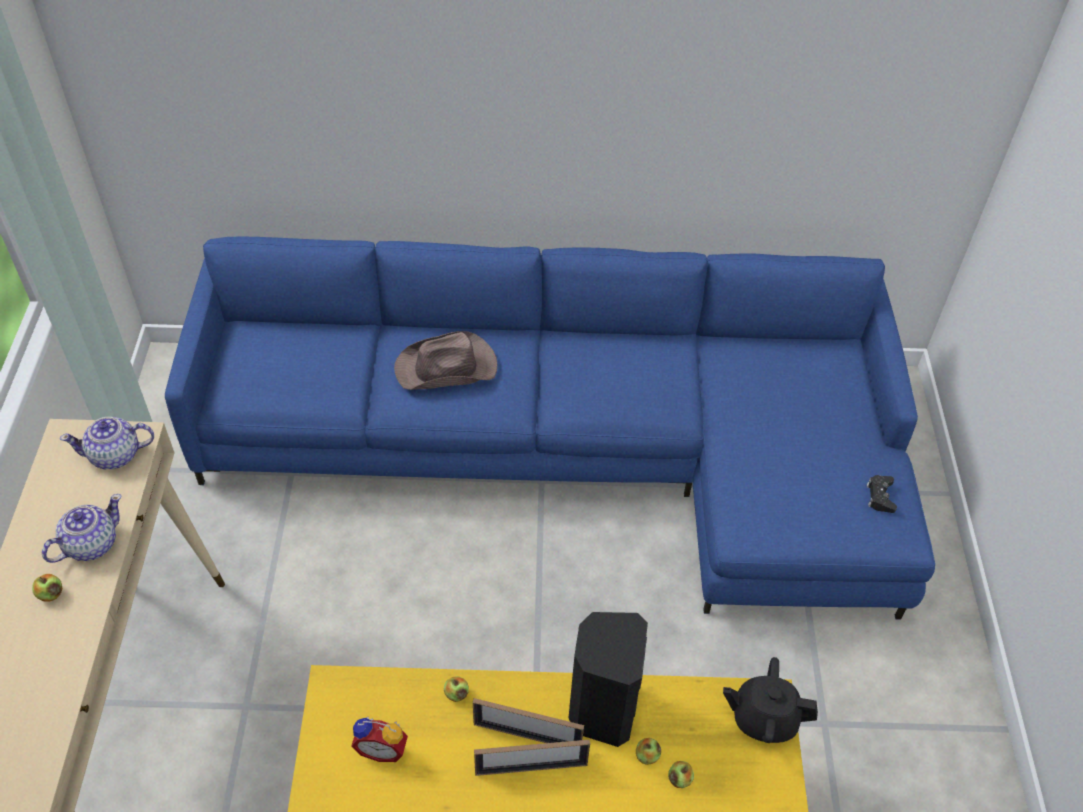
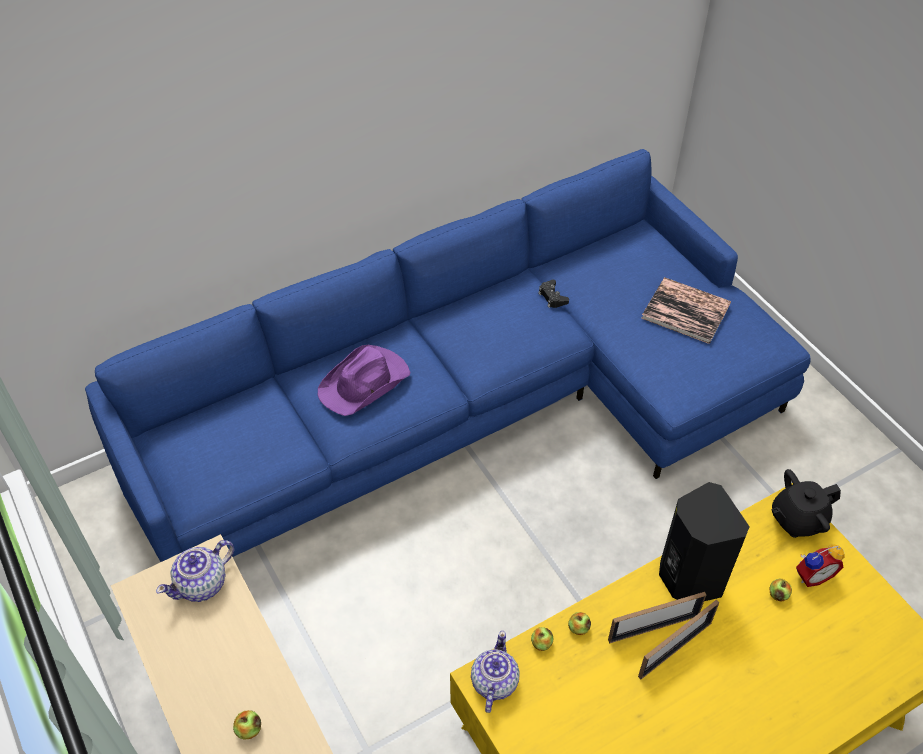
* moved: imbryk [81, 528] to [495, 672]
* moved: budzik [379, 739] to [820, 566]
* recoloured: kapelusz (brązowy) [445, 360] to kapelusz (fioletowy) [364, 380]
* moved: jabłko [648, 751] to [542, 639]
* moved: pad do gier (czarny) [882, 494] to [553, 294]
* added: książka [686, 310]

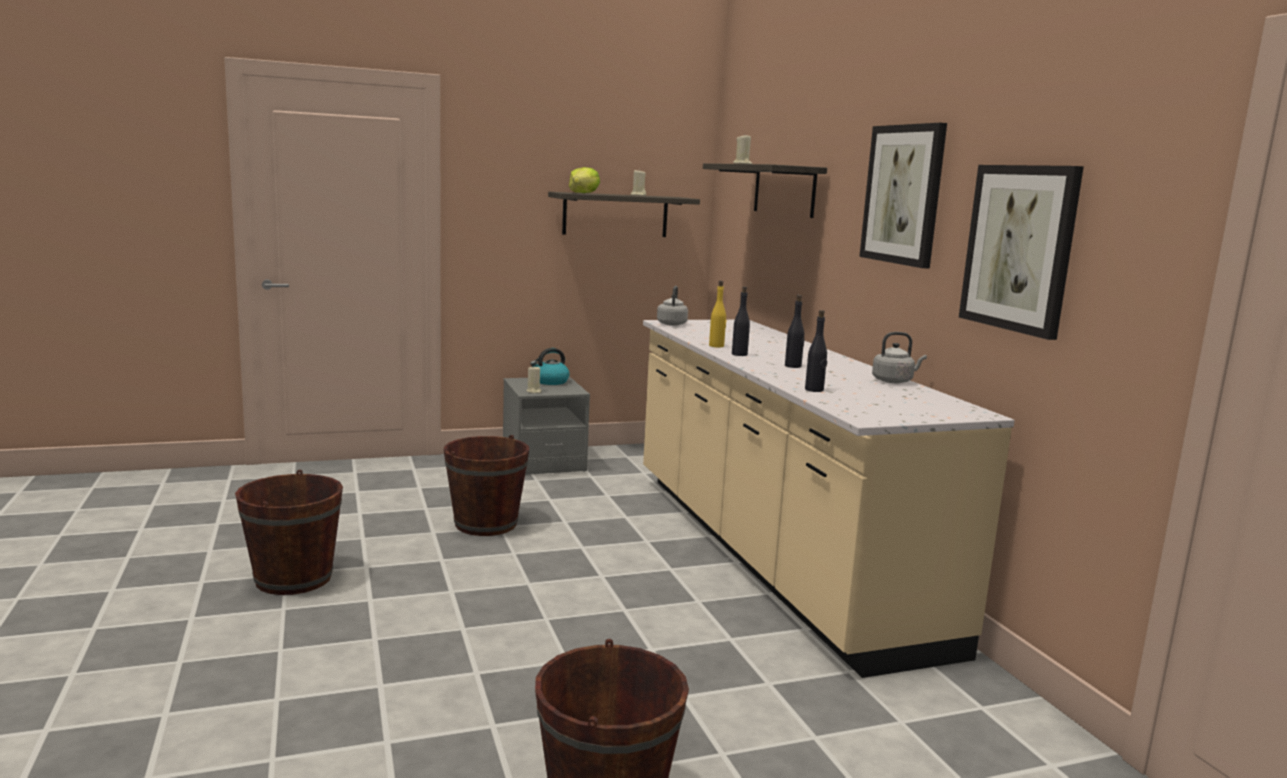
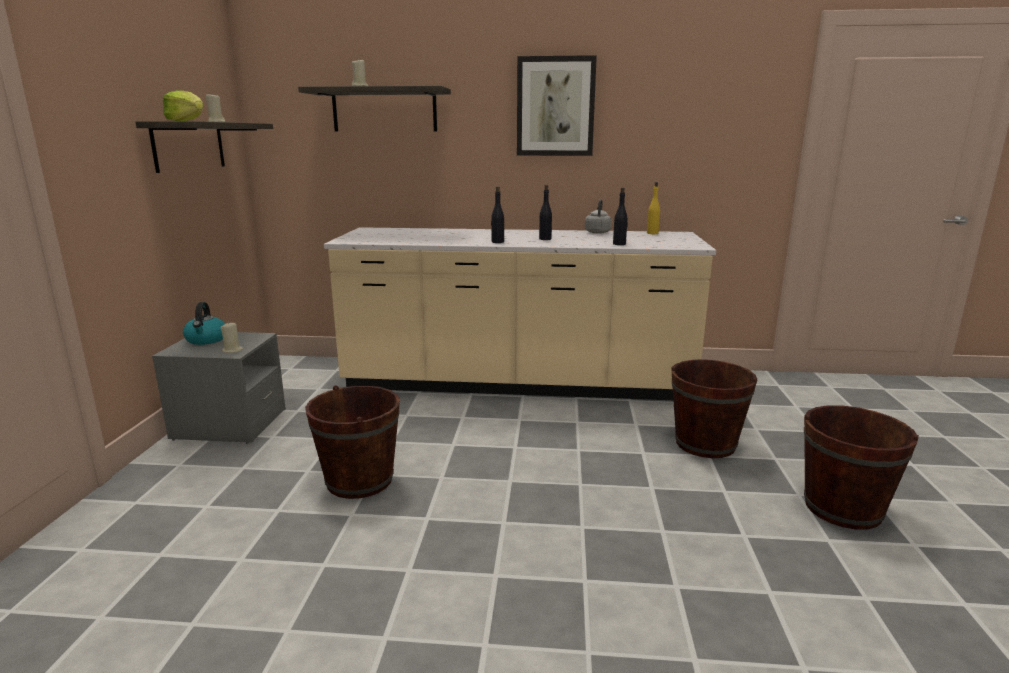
* moved: wiadro (brązowy) [289, 532] to [714, 408]
* removed: czajnik (szary) [672, 306]
* moved: butelka (żółty) [718, 314] to [653, 208]
* removed: obraz [1021, 252]

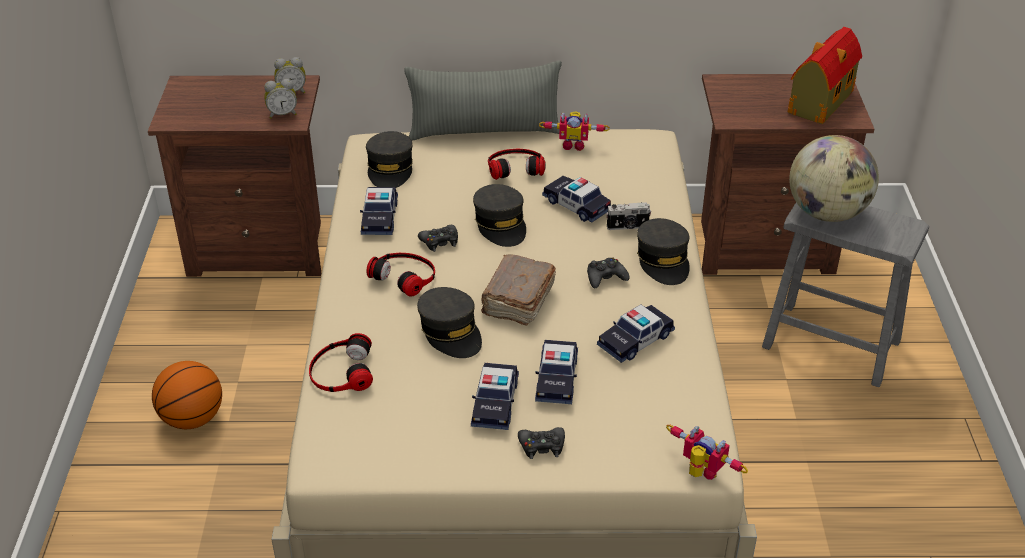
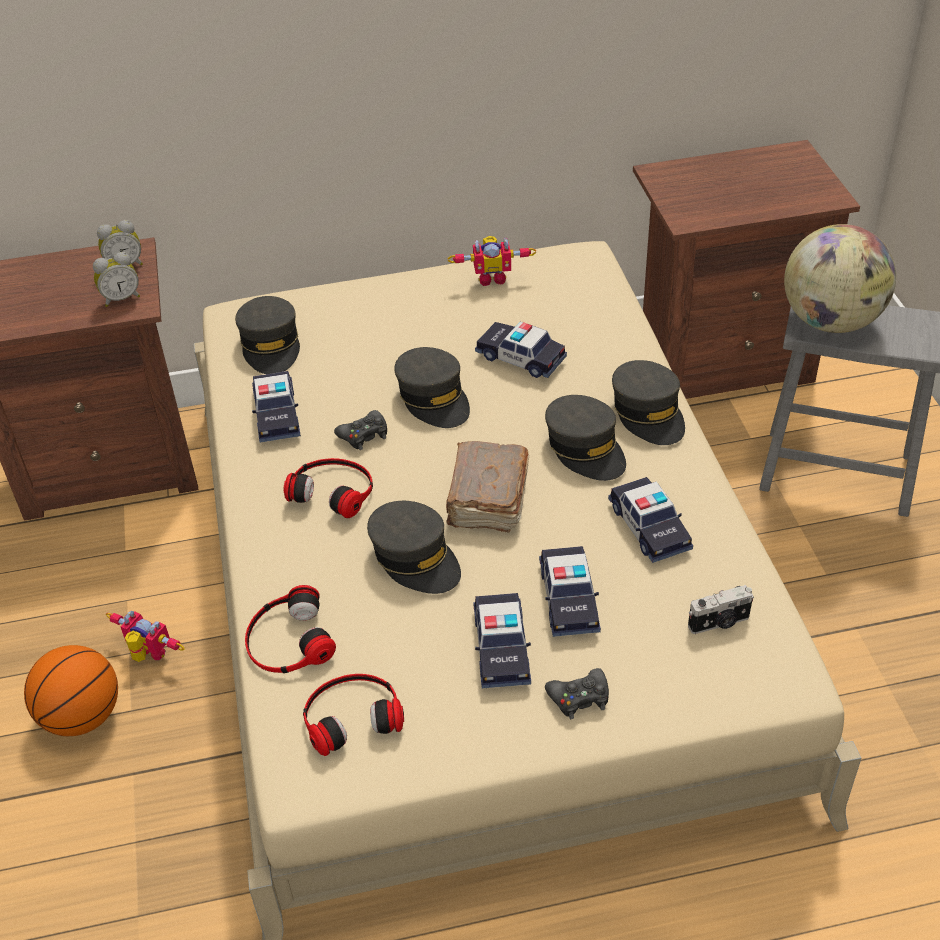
* removed: poduszka (szary) [483, 100]
* moved: słuchawki [517, 164] to [353, 715]
* replaced: pad do gier (czarny) [608, 272] to czapka z daszkiem (szary) [585, 438]
* turned: samochodzik [636, 333] = [650, 520] 60 degrees counterclockwise
* moved: aparat fotograficzny [628, 216] to [721, 609]
* moved: robot zabawkowy [707, 452] to [145, 636]
* removed: domek [825, 75]

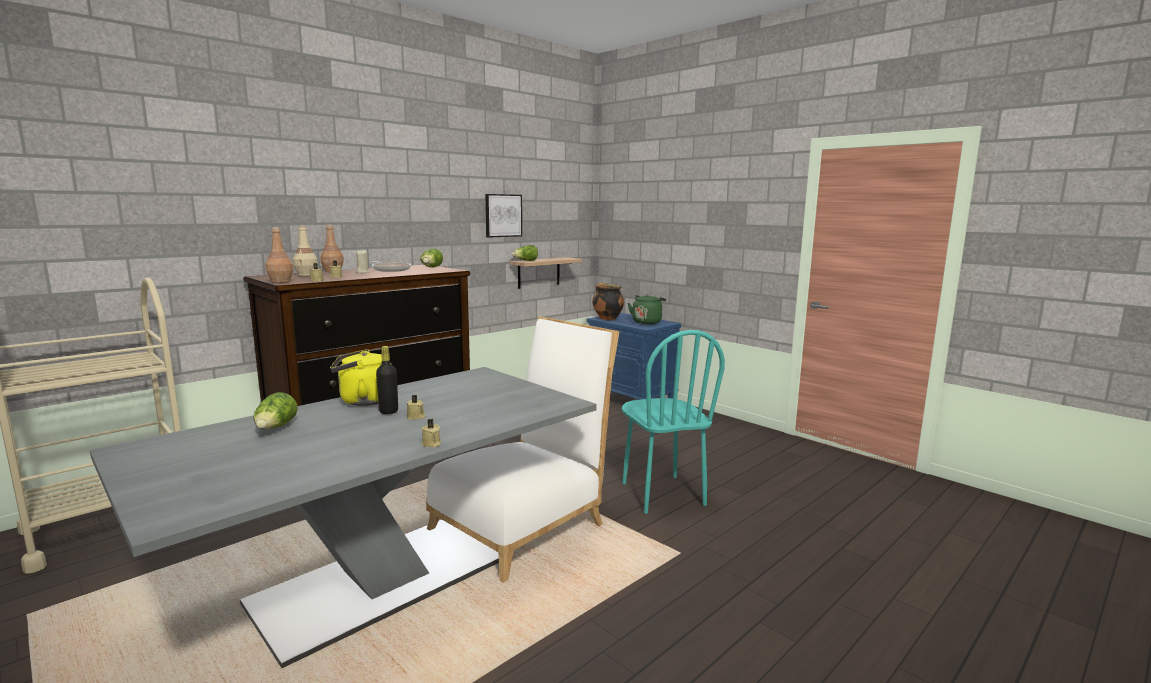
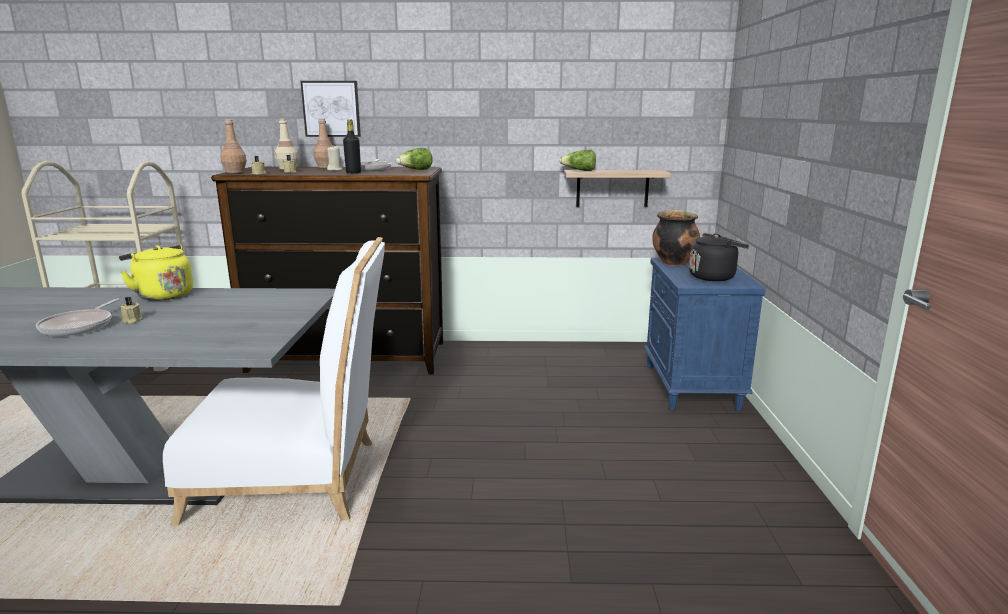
* removed: sałata [275, 410]
* moved: butelka (czarny) [387, 380] to [352, 147]
* removed: świeca (beżowy) [431, 433]
* moved: obraz [503, 216] to [330, 109]
* removed: krzesło (turkusowy) [673, 422]
* recoloured: czajnik (zielony) [647, 309] to czajnik (czarny) [719, 257]
* added: patelnia [78, 317]

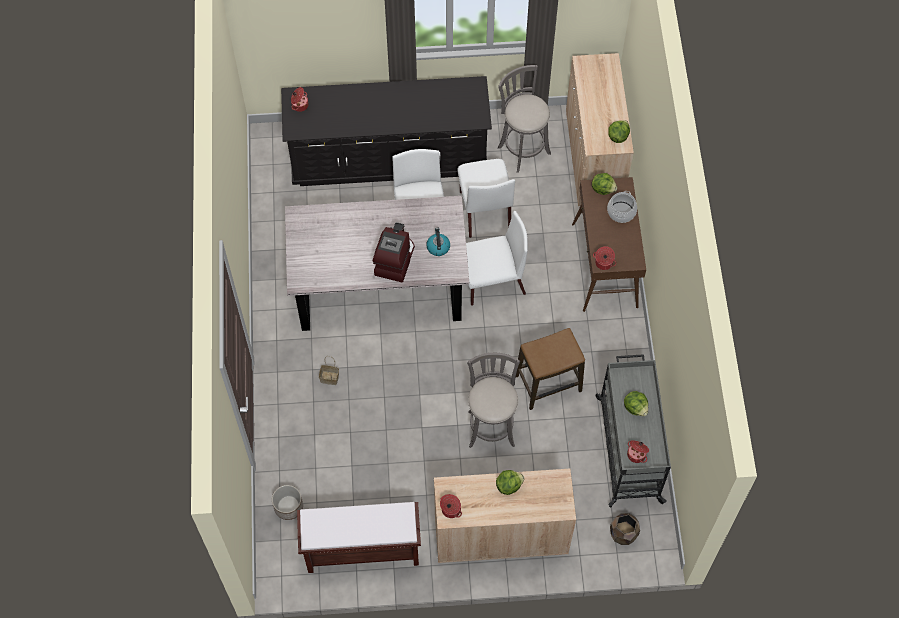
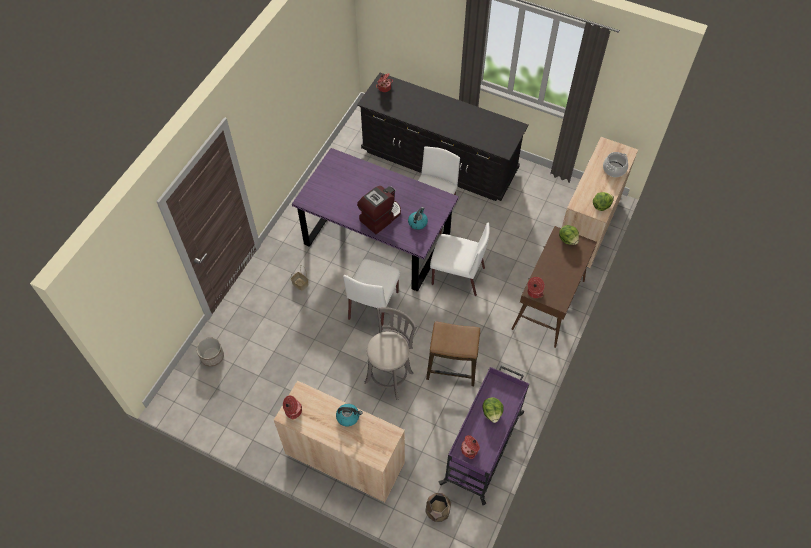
* recoloured: stół jadalny (szary) [377, 263] to stół jadalny (fioletowy) [375, 220]
* removed: ławka (brązowy) [359, 537]
* moved: krzesło (biały) [486, 198] to [372, 294]
* replaced: sałata [510, 482] to czajnik [349, 415]
* removed: stołek (szary) [524, 119]
* recoloured: wózek (szary) [633, 431] to wózek (fioletowy) [483, 435]
* moved: garnek [622, 207] to [615, 164]

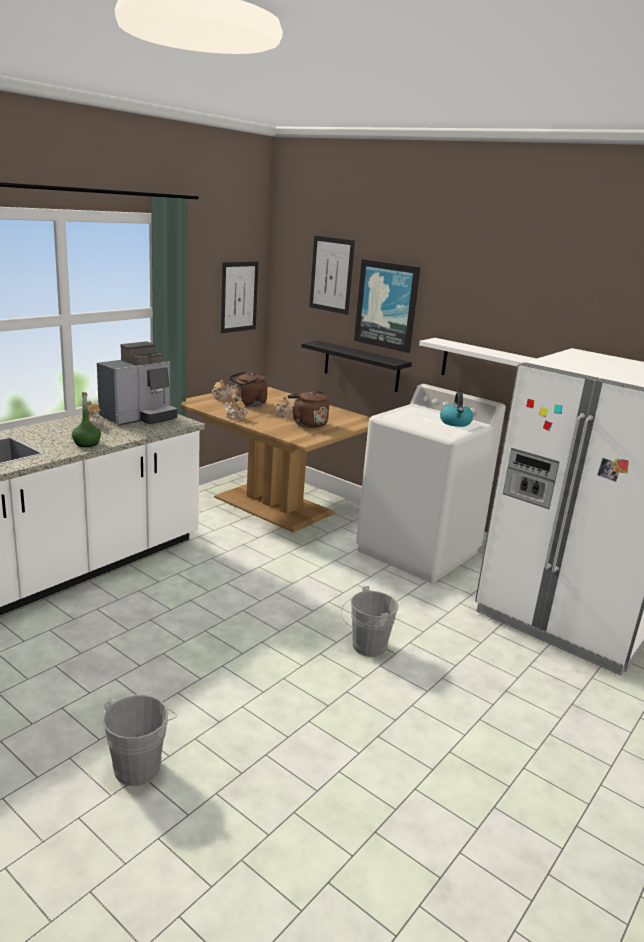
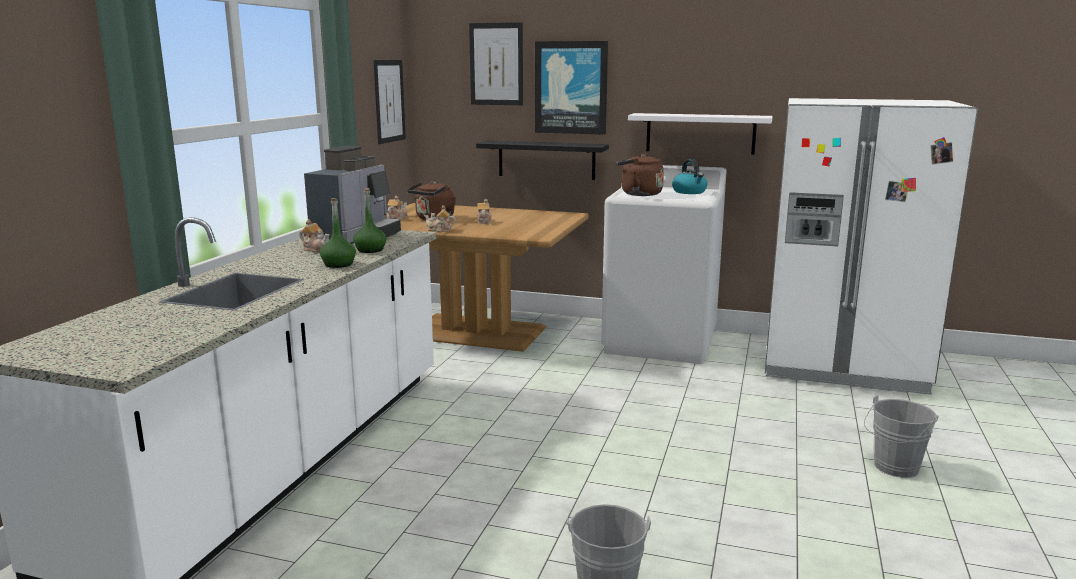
* moved: czajnik (brązowy) [308, 409] to [640, 175]
* moved: wiadro (szary) [370, 621] to [901, 436]
* added: butelka (zielony) [369, 220]

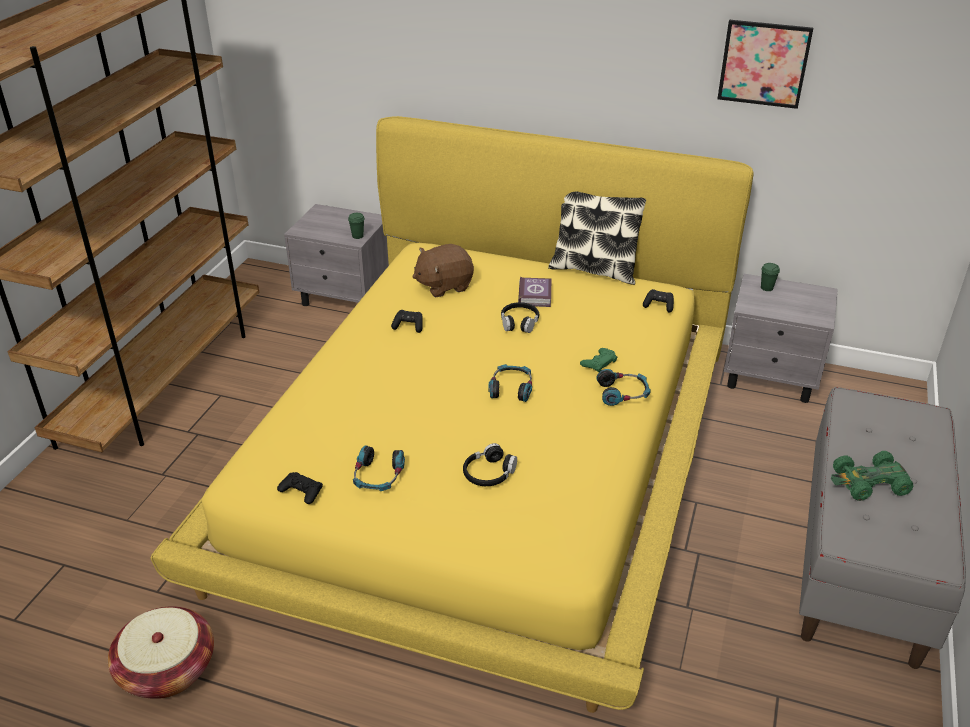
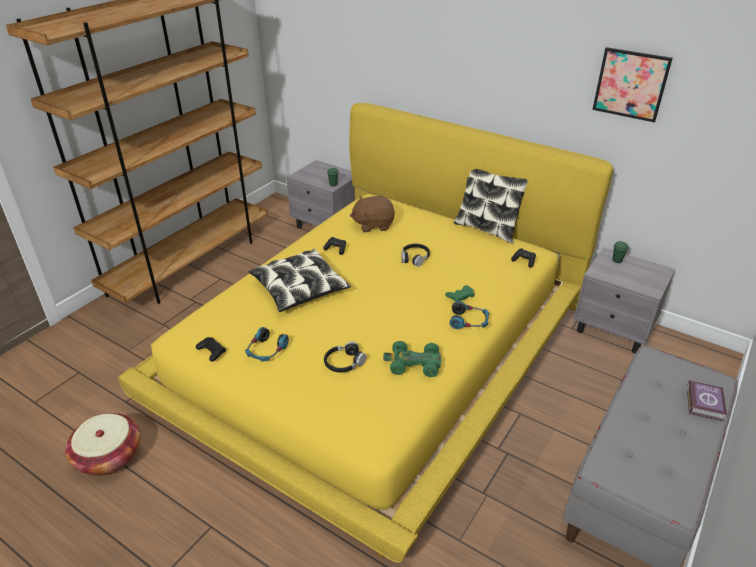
* removed: słuchawki [510, 383]
* moved: książka [534, 291] to [707, 401]
* moved: samochodzik (zielony) [872, 476] to [412, 359]
* added: poduszka [299, 280]

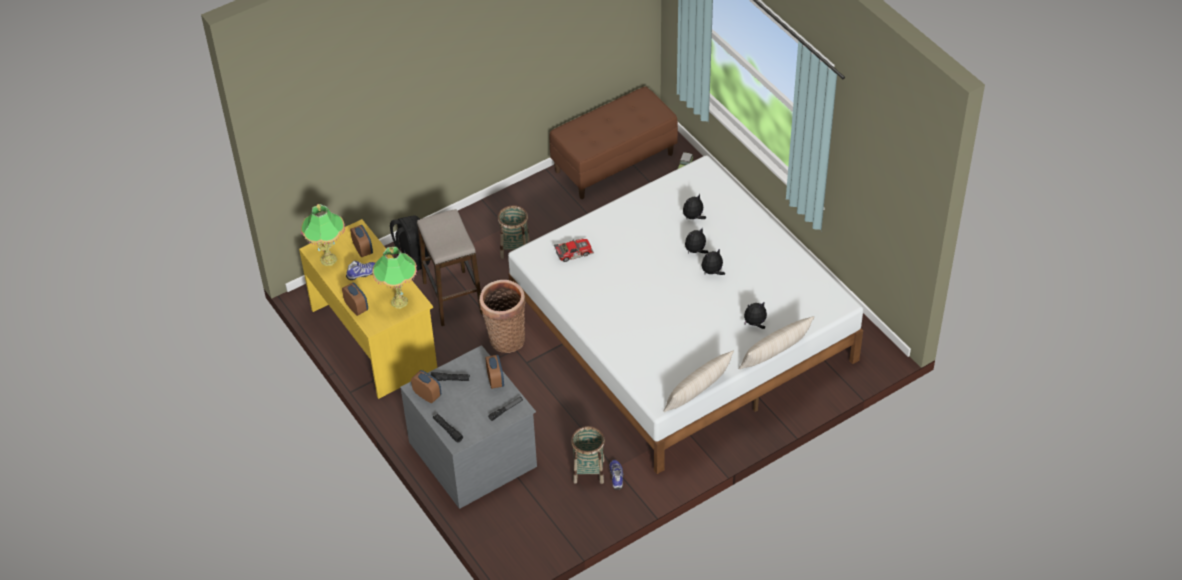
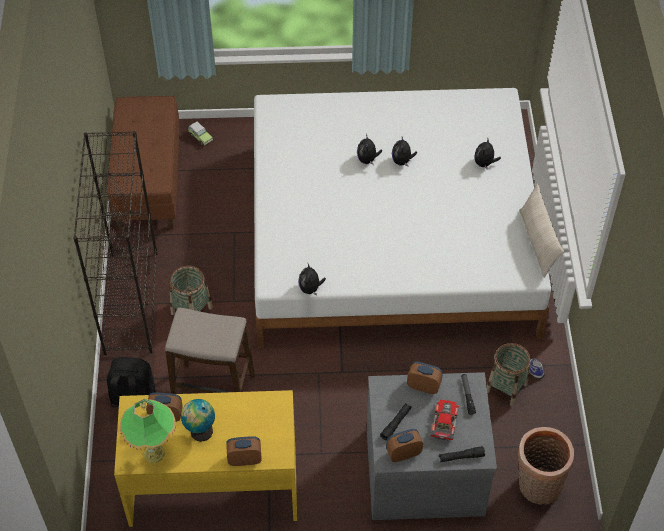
* replaced: but [361, 270] to globus [198, 420]
* removed: lampa stołowa [395, 278]
* moved: koszyk [502, 316] to [545, 466]
* moved: samochodzik [574, 250] to [445, 420]
* moved: pluszak [694, 206] to [312, 278]
* removed: poduszka (beżowy) [776, 342]
* added: regał (czarny) [115, 243]

